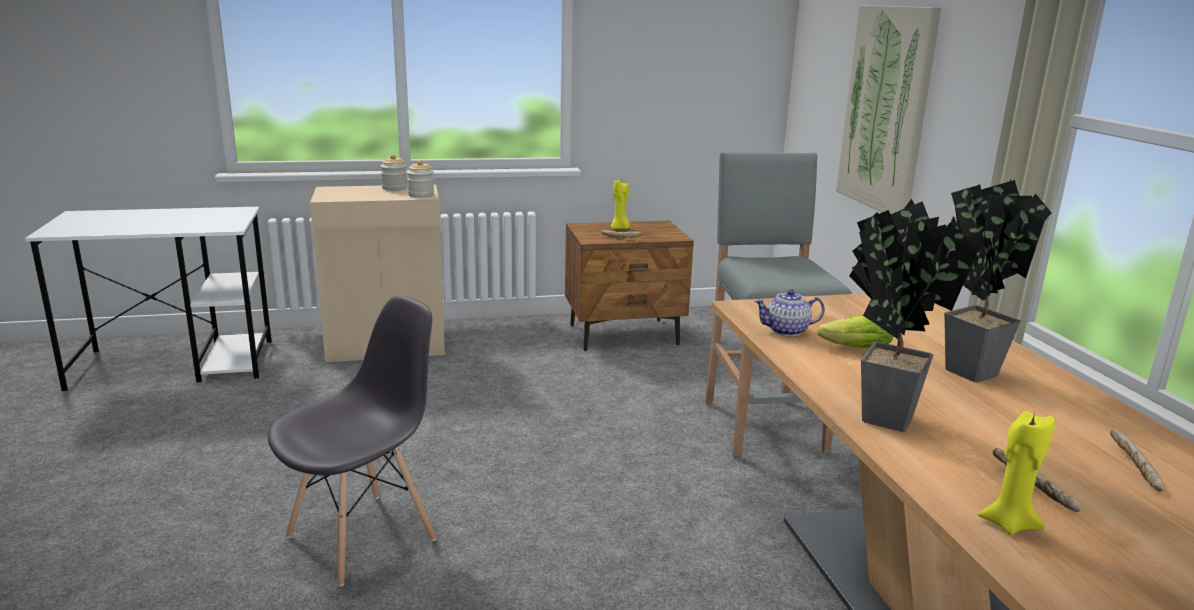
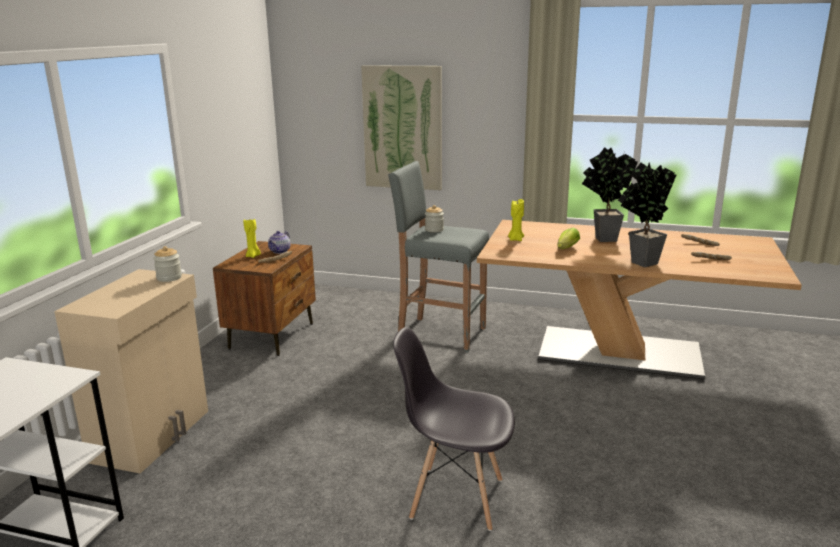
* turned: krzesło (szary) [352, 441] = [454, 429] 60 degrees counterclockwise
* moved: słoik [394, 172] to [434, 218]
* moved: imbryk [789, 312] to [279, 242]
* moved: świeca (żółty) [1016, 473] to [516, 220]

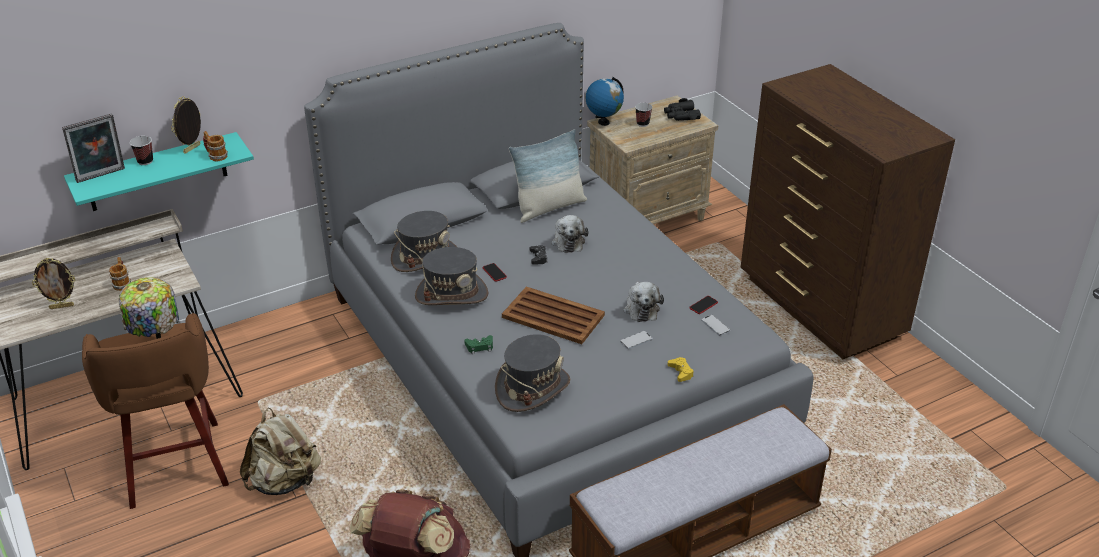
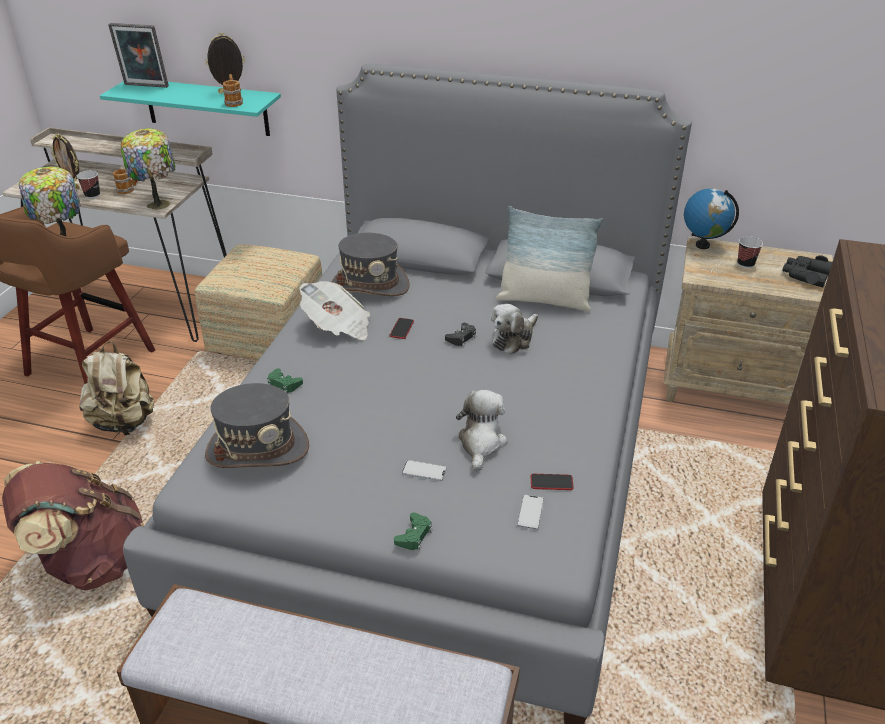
* moved: filiżanka [141, 150] to [88, 184]
* replaced: kapelusz (szary) [451, 276] to gazeta [335, 310]
* removed: taca (brązowy) [553, 315]
* turned: pluszak [643, 302] = [481, 431] 150 degrees clockwise
* recoloured: pad do gier (żółty) [681, 369] to pad do gier (zielony) [413, 531]
* added: lampa stołowa [147, 169]
* added: pufa [258, 302]

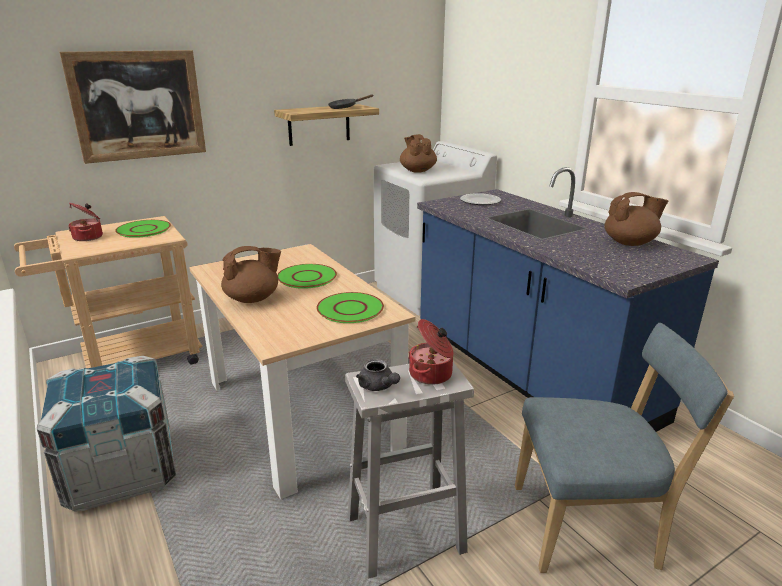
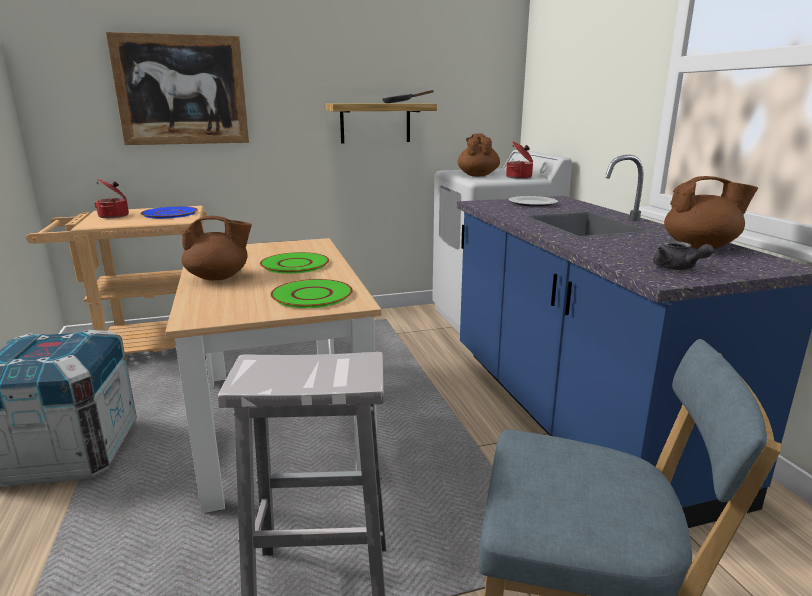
* recoloured: talerz (zielony) [143, 229] to talerz (niebieski) [169, 212]
* moved: imbryk (szary) [378, 375] to [683, 255]
* moved: garnek [430, 352] to [519, 160]

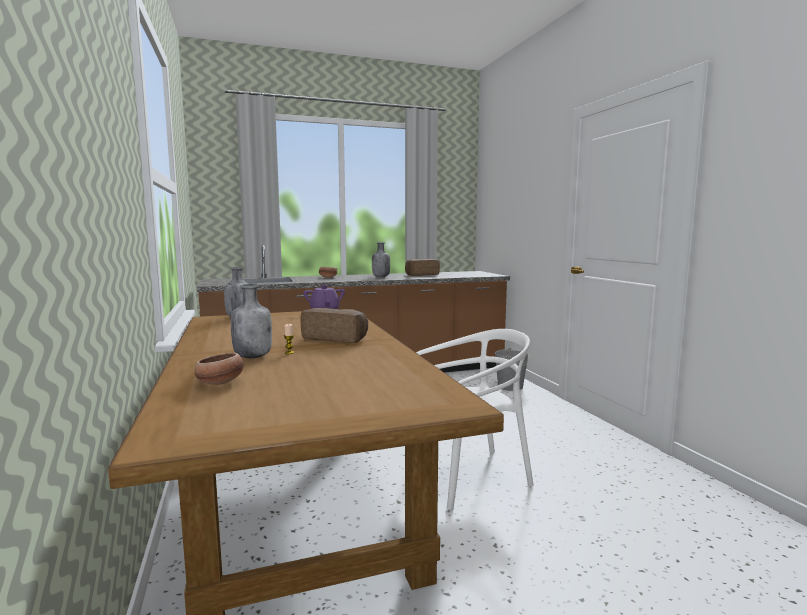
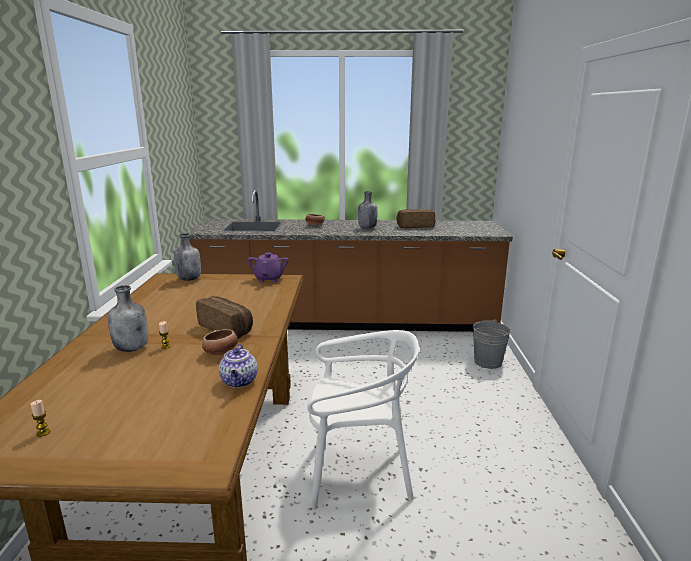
* moved: miska [219, 368] to [220, 342]
* added: świeca [40, 418]
* added: imbryk [238, 366]

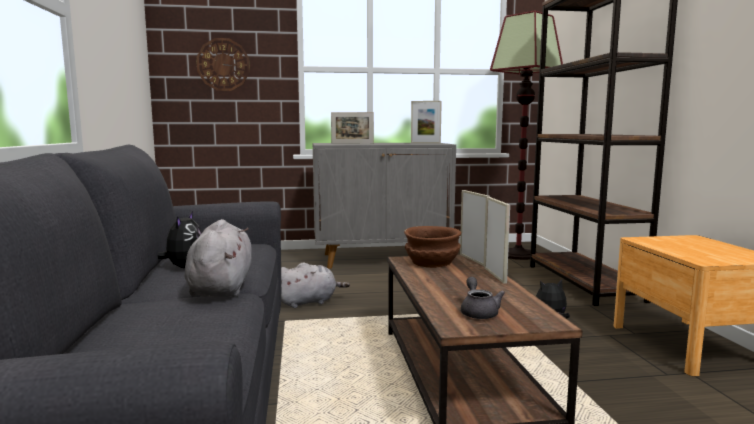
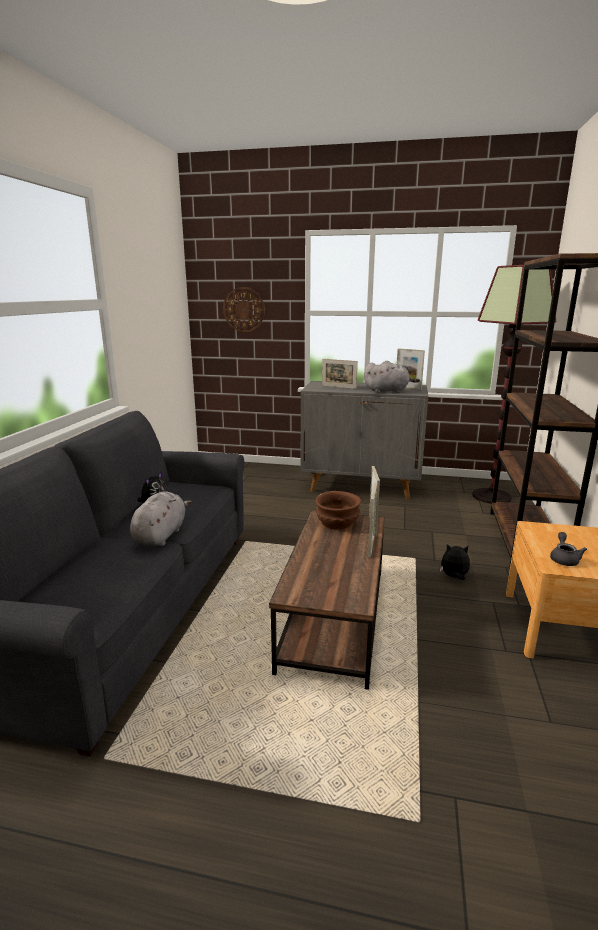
* moved: pluszak (szary) [315, 285] to [392, 377]
* moved: imbryk (szary) [483, 298] to [568, 549]

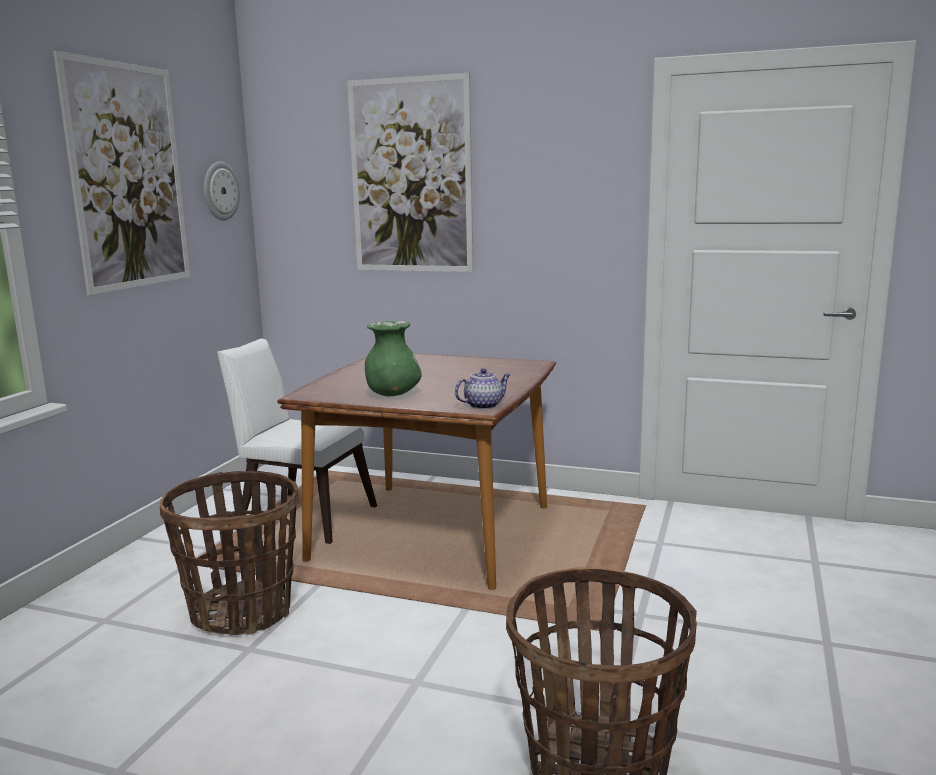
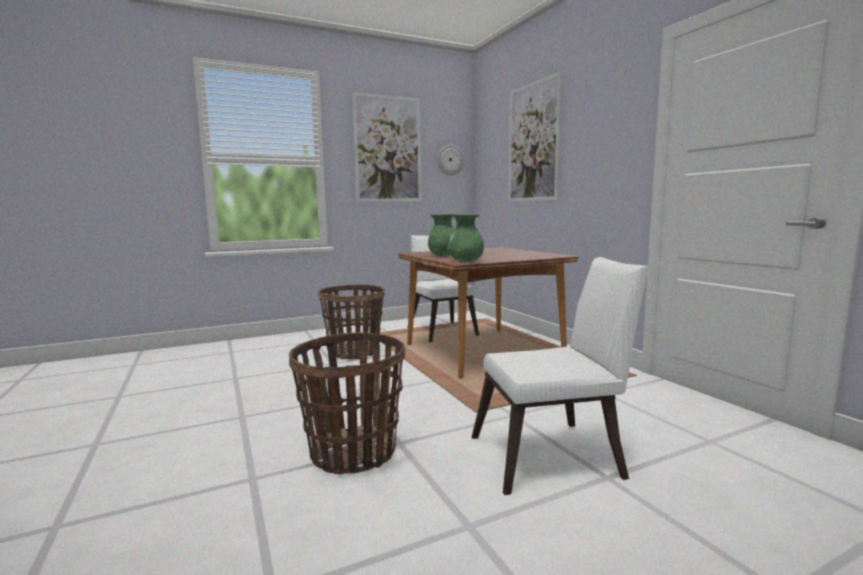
* replaced: imbryk [482, 388] to wazon (zielony) [465, 238]
* added: krzesło (biały) [560, 376]

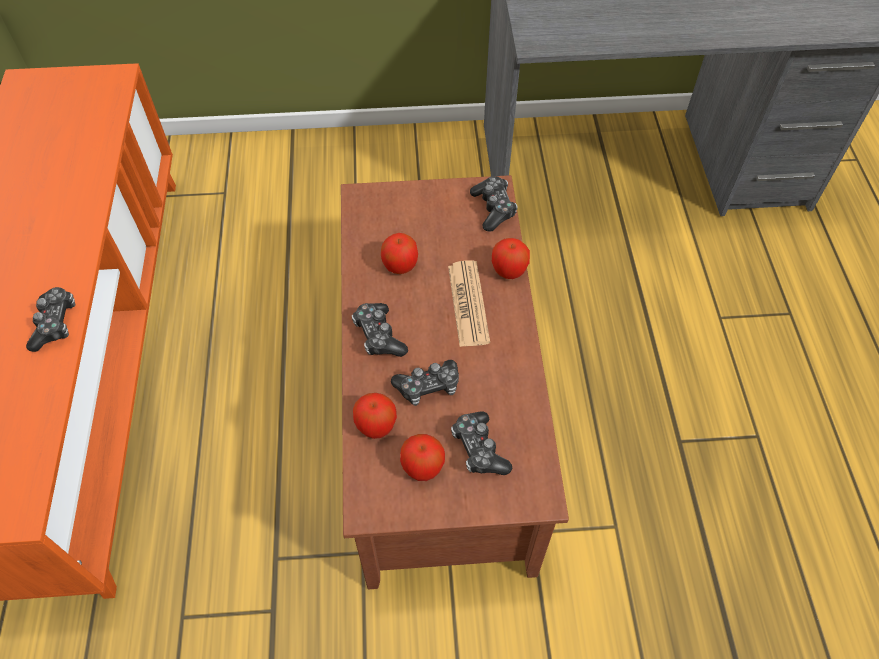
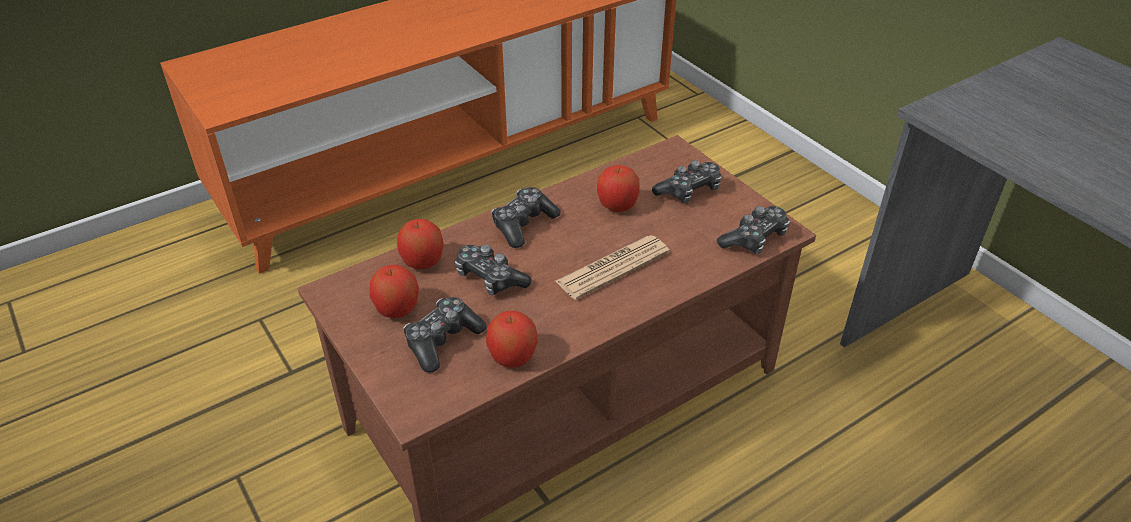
* moved: pad do gier [50, 319] to [687, 181]
* moved: jabłko [511, 258] to [511, 339]

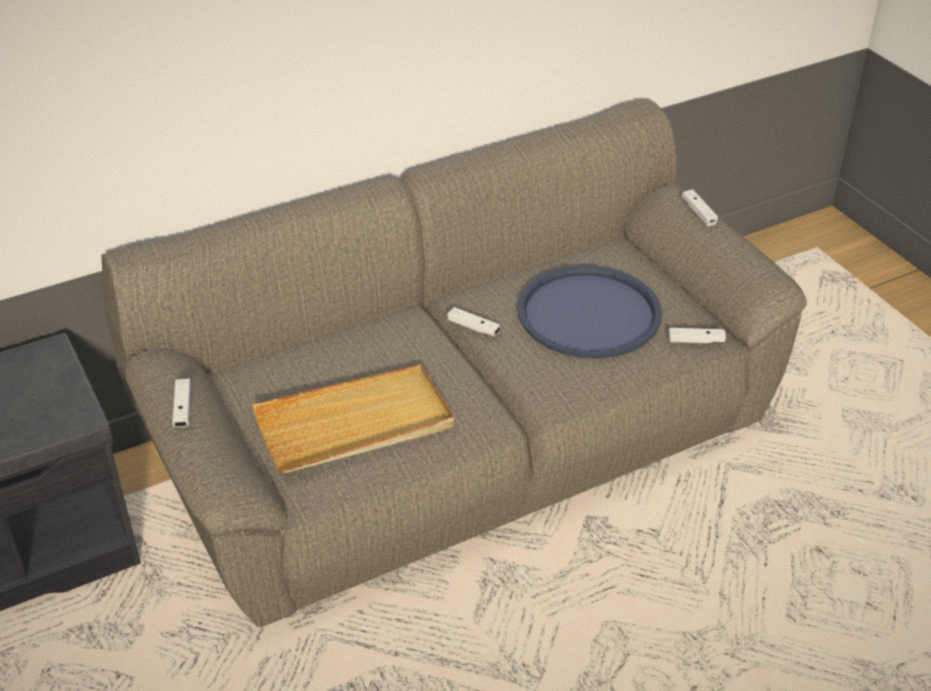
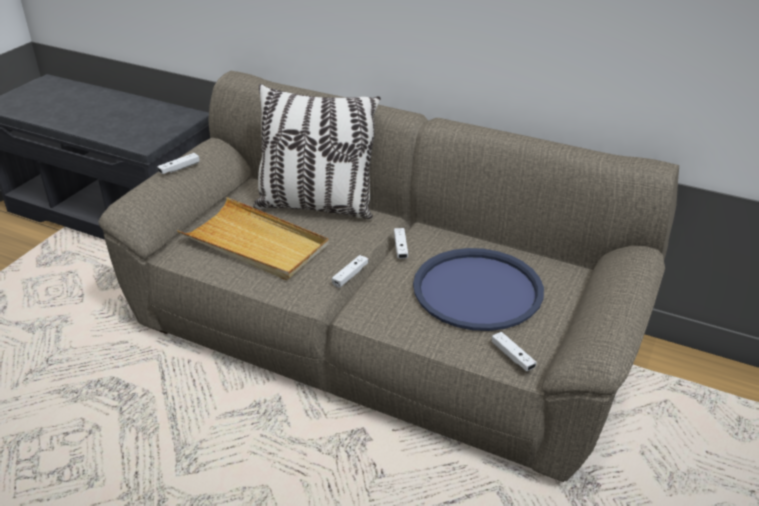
* moved: pad do gier (biały) [700, 208] to [350, 271]
* added: poduszka [316, 151]

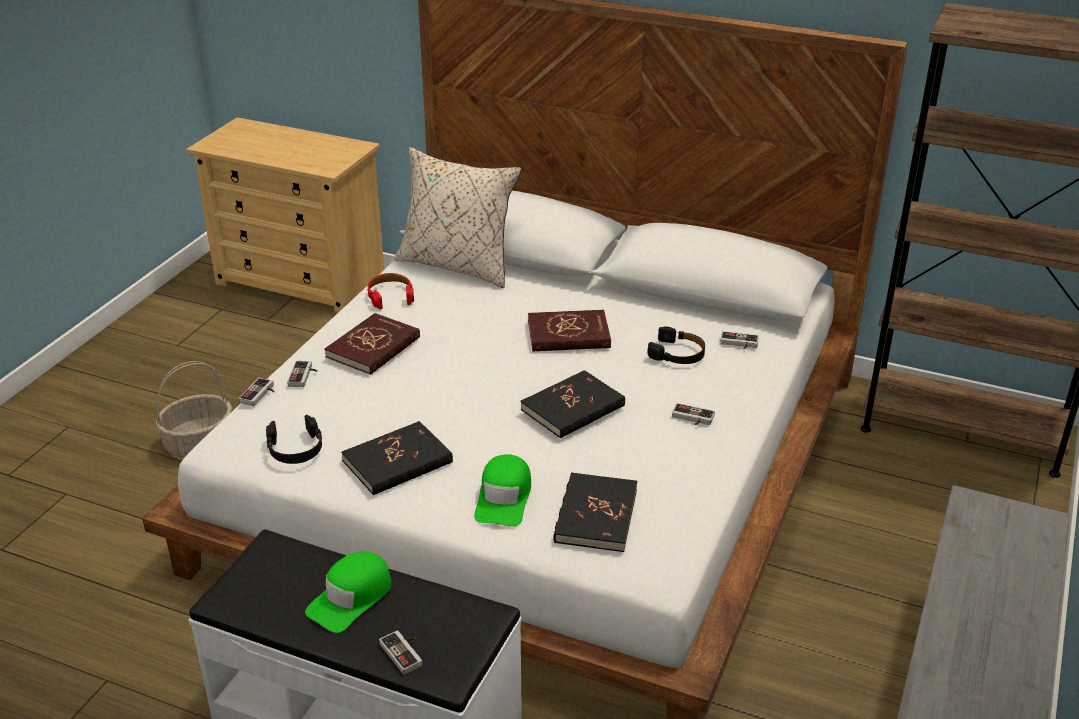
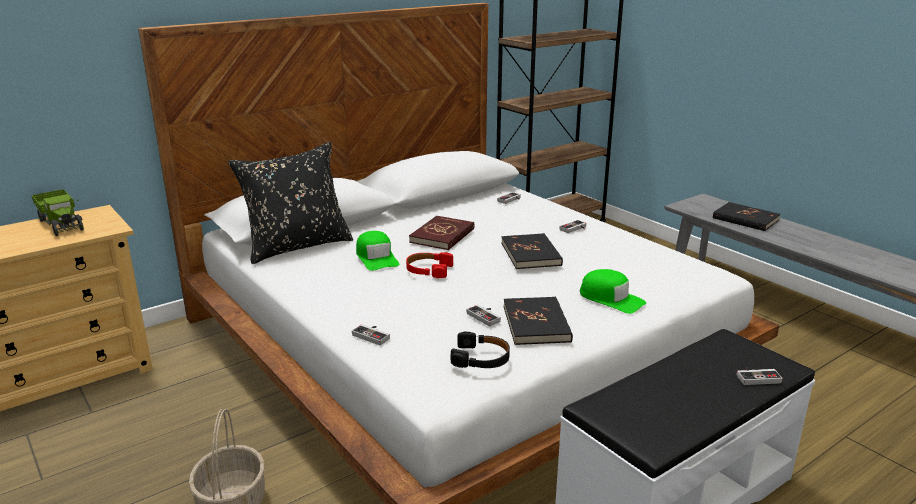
* moved: pad do gier [256, 391] to [484, 316]
* moved: czapka z daszkiem (zielony) [348, 592] to [377, 251]
* removed: książka (czerwony) [372, 344]
* moved: słuchawki (czerwony) [391, 291] to [429, 265]
* recoloured: poduszka (beżowy) [458, 217] to poduszka (czarny) [290, 203]
* moved: książka (czarny) [595, 512] to [746, 216]
* removed: słuchawki (czarny) [676, 345]
* added: ciężarówka zabawkowa [58, 212]

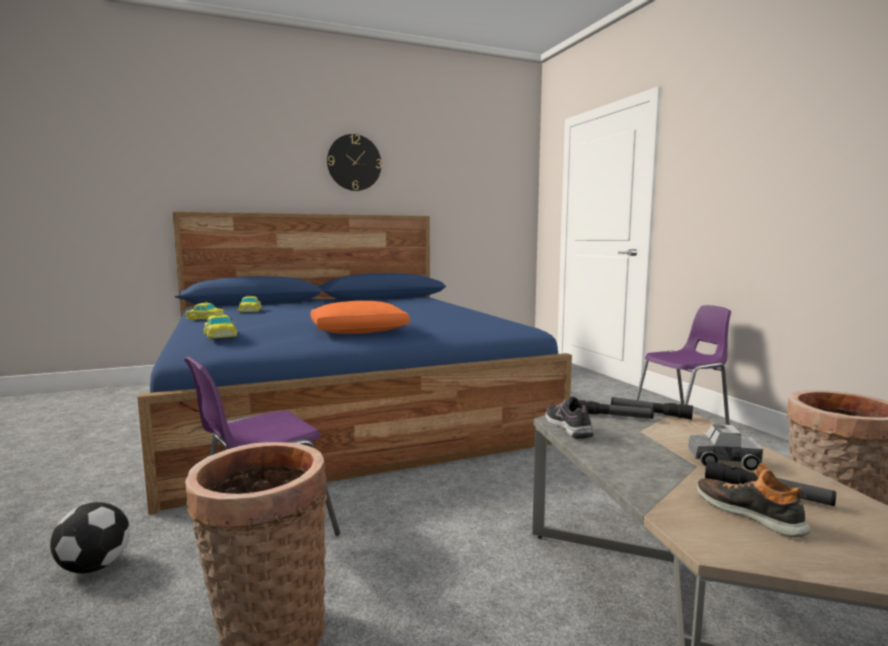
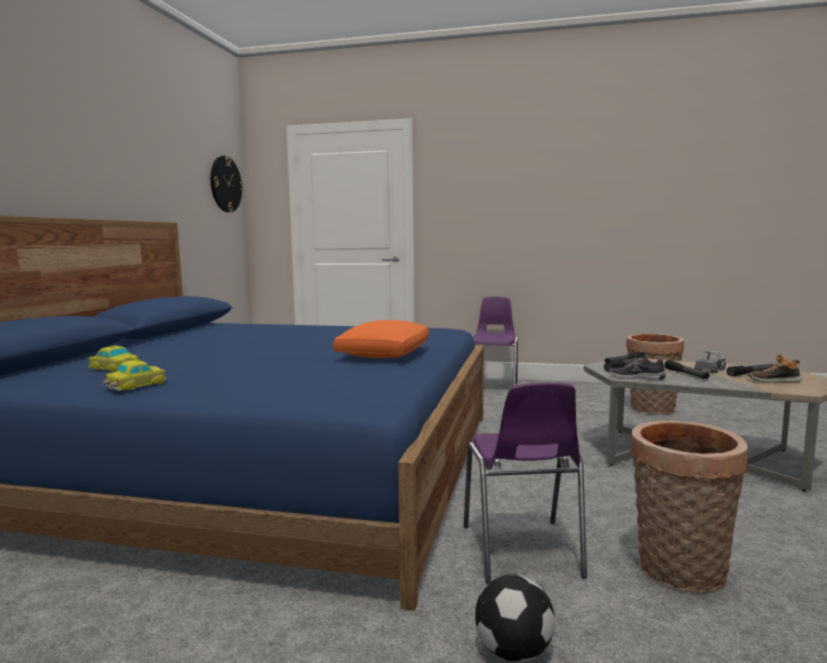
* removed: samochodzik [220, 326]
* moved: zegar ścienny [354, 162] to [227, 184]
* added: latarka [687, 369]

